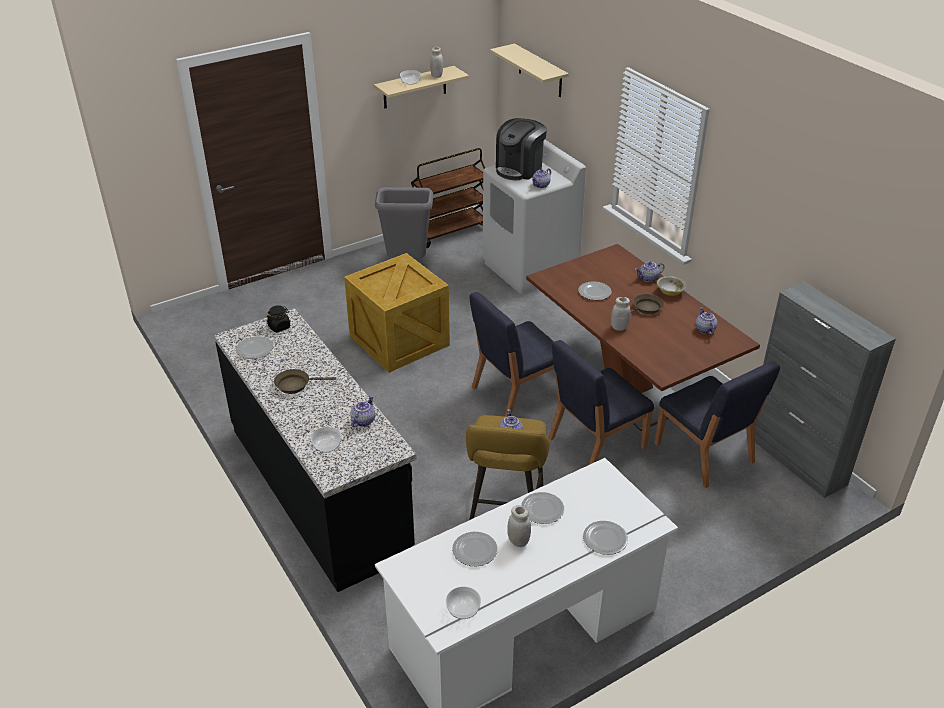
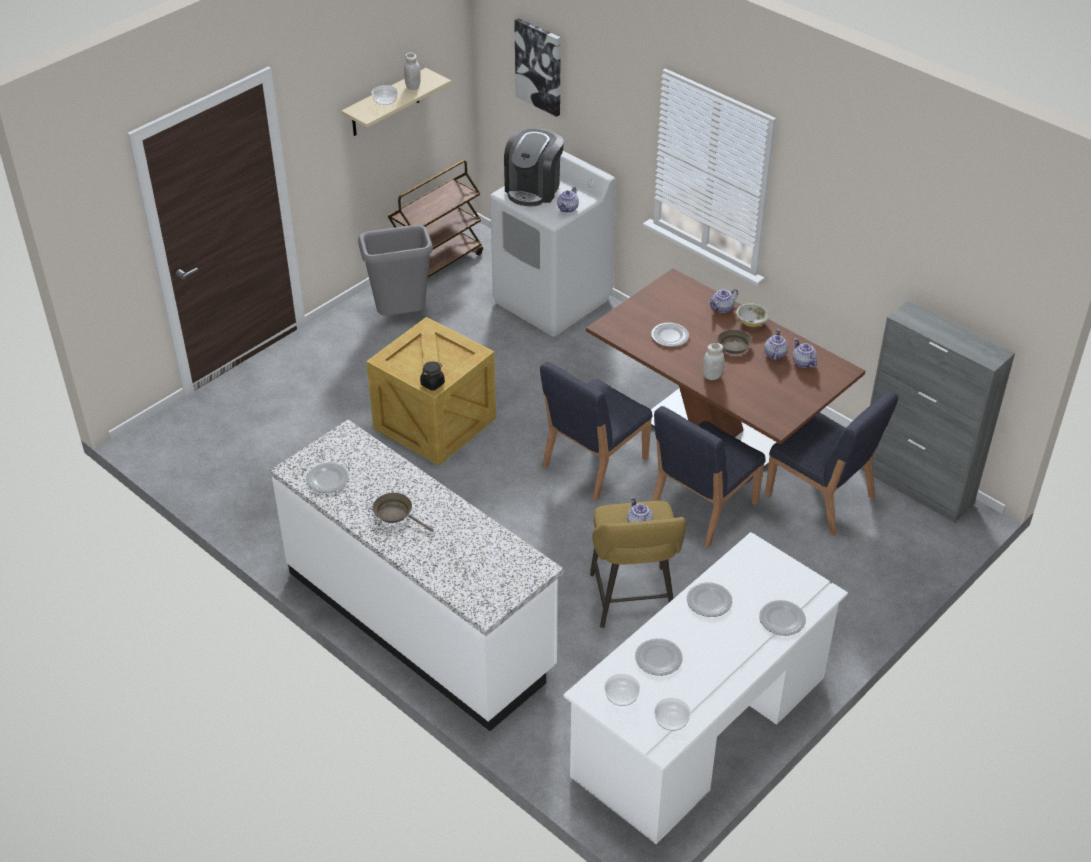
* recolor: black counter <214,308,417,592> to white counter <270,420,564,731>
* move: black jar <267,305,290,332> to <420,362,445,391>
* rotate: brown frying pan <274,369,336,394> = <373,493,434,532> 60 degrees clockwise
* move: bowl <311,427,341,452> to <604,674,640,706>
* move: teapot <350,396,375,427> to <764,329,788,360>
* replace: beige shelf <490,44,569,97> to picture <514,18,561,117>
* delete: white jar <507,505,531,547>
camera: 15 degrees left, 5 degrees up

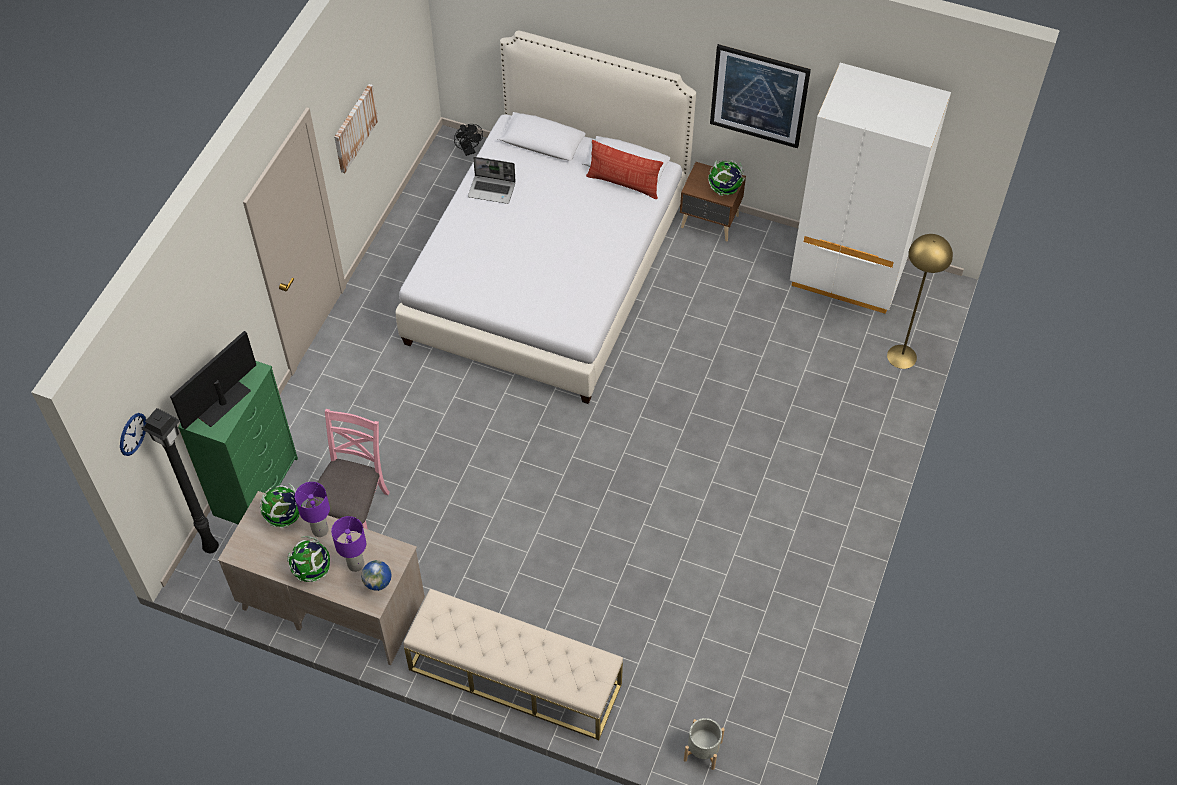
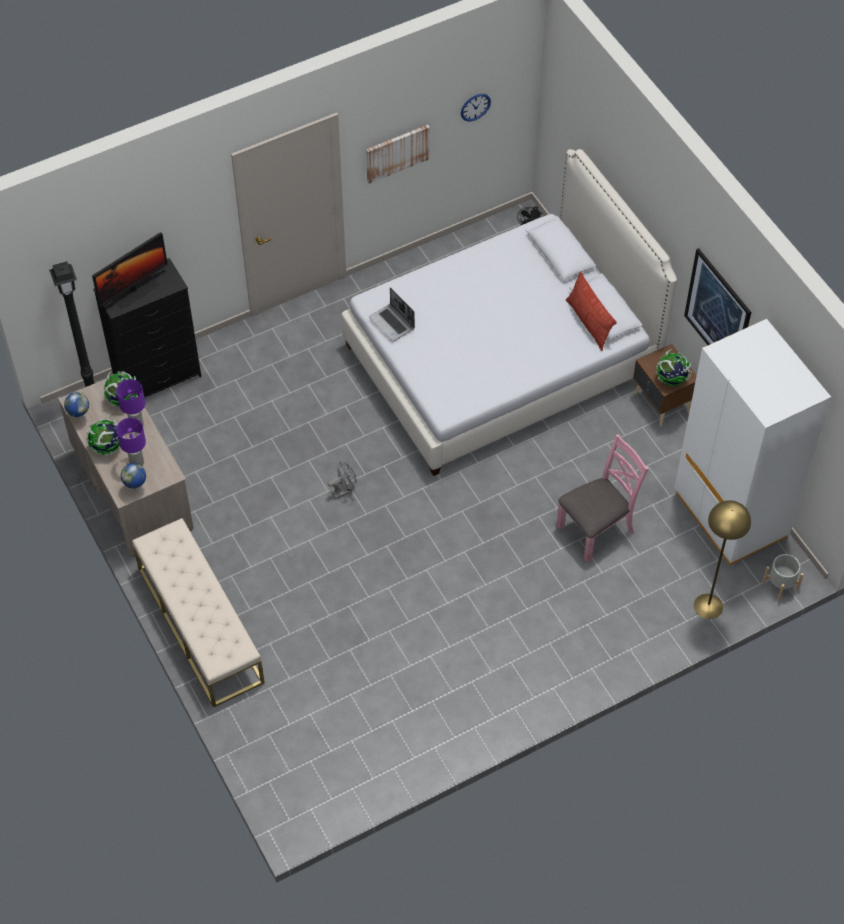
* move: wall clock <120,413,147,456> to <461,94,491,121>
* rotate: monitor <170,331,256,430> = <92,232,168,309> 150 degrees clockwise
* recolor: green dresser <178,361,298,524> to black dresser <93,258,201,398>
* move: pink chair <306,409,390,529> to <556,434,649,562>
* move: laptop <468,157,516,204> to <369,287,415,342>
* move: grey planter <684,718,725,770> to <762,554,804,601>
* insert: globe <64,392,89,420>
* insert: grey fan <328,461,357,499>
camera: 40 degrees right, 0 degrees up

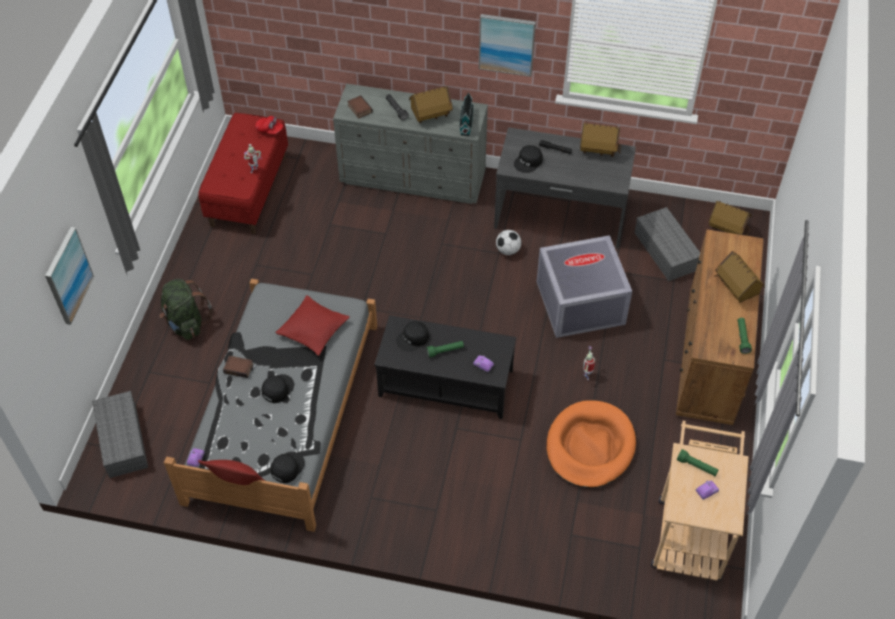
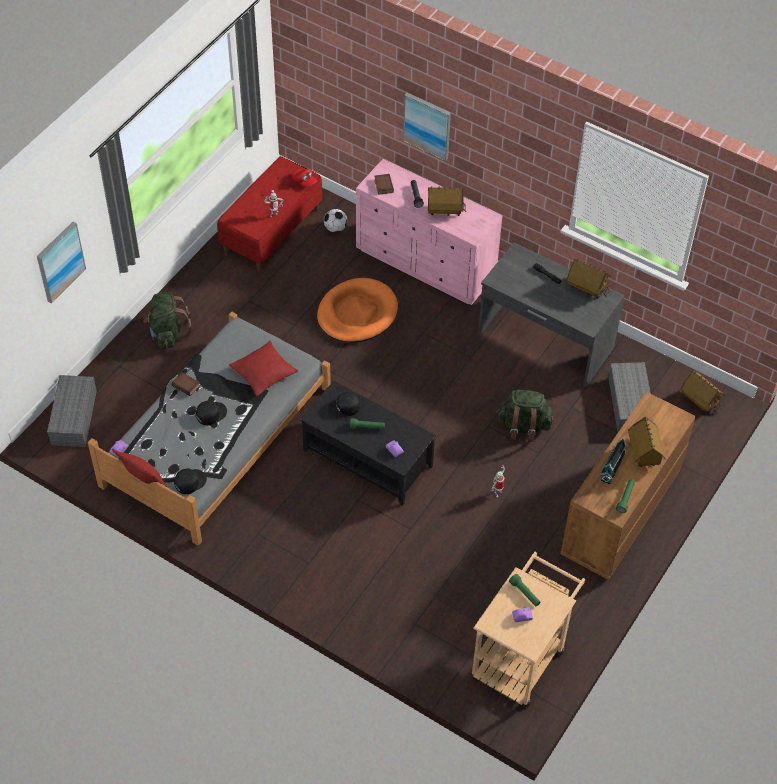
* recolor: grey dresser <333,83,488,204> to pink dresser <356,159,503,305>
* move: toy house <459,92,474,136> to <600,438,626,484>
* move: picture <479,14,536,77> to <403,93,451,161>
* move: football <496,230,521,255> to <324,209,347,233>
* delete: black cap <514,145,543,173>
* replace: grey storage box <537,235,632,338> to green backpack <496,390,553,442>
* move: orange dog bed <546,400,636,488> to <317,278,398,343>
camera: 20 degrees right, 0 degrees up

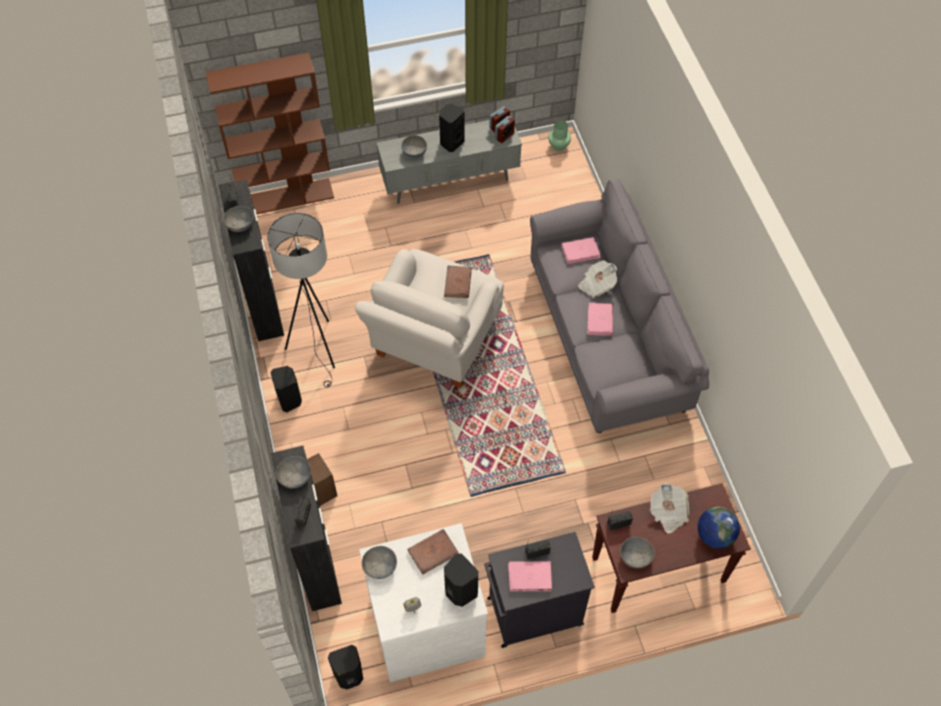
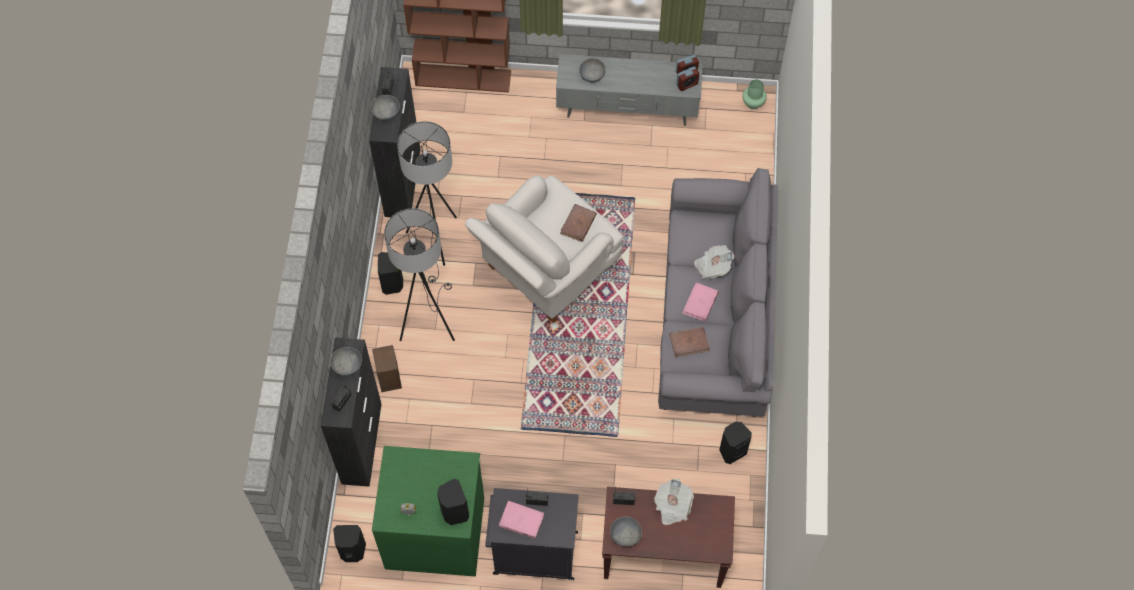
* recolor: white dresser <359,523,488,682> to green dresser <372,446,484,576>
* delete: grey bowl <362,546,397,579>
* move: brown book <407,529,459,575> to <669,327,710,357>
* move: black speaker <439,104,465,152> to <719,422,752,464>
* delete: pink book <561,237,601,264>
* delete: globe <697,507,740,549>
* insert: grey floor lamp <384,208,455,341>
camera: 20 degrees right, 5 degrees up

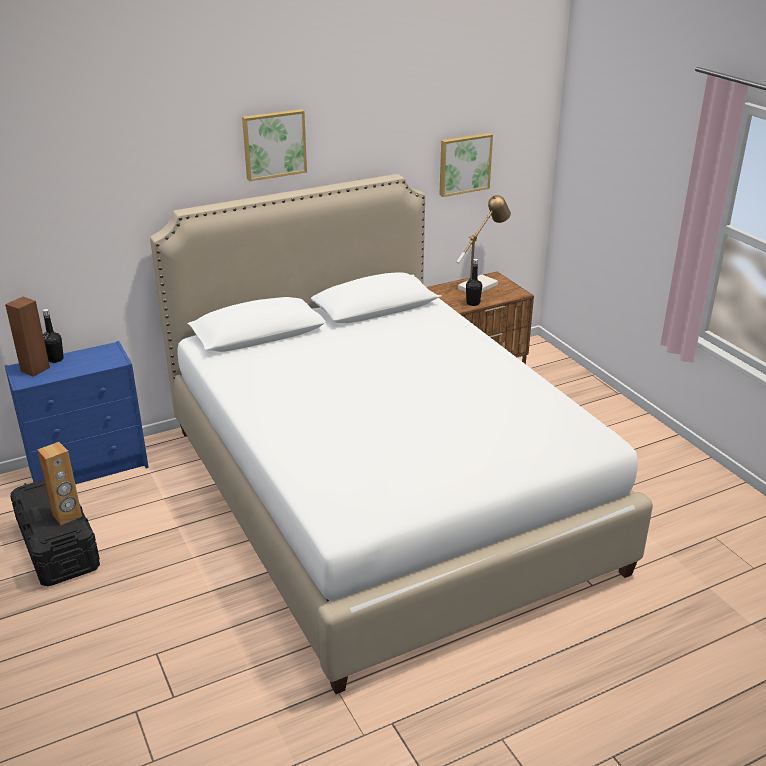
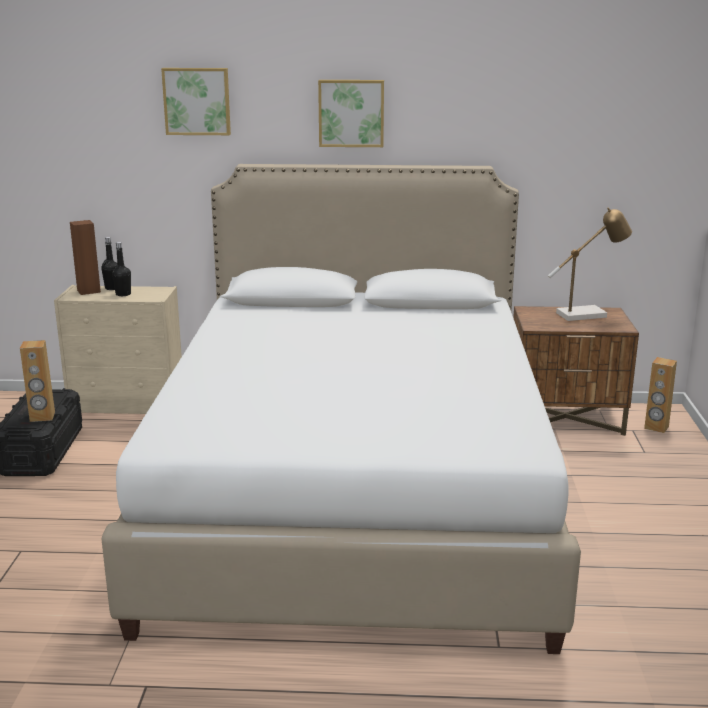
* recolor: blue dresser <5,341,149,484> to beige dresser <54,285,182,414>
* move: picture <439,133,493,197> to <161,68,231,135>
* move: black bottle <466,259,482,306> to <112,242,131,296>
* insert: brown speaker <644,357,677,433>
camera: 30 degrees right, 10 degrees down

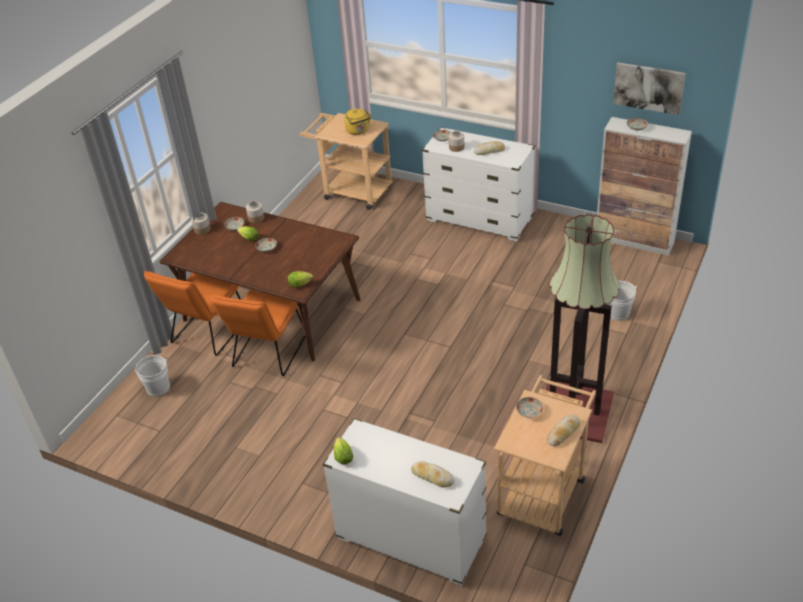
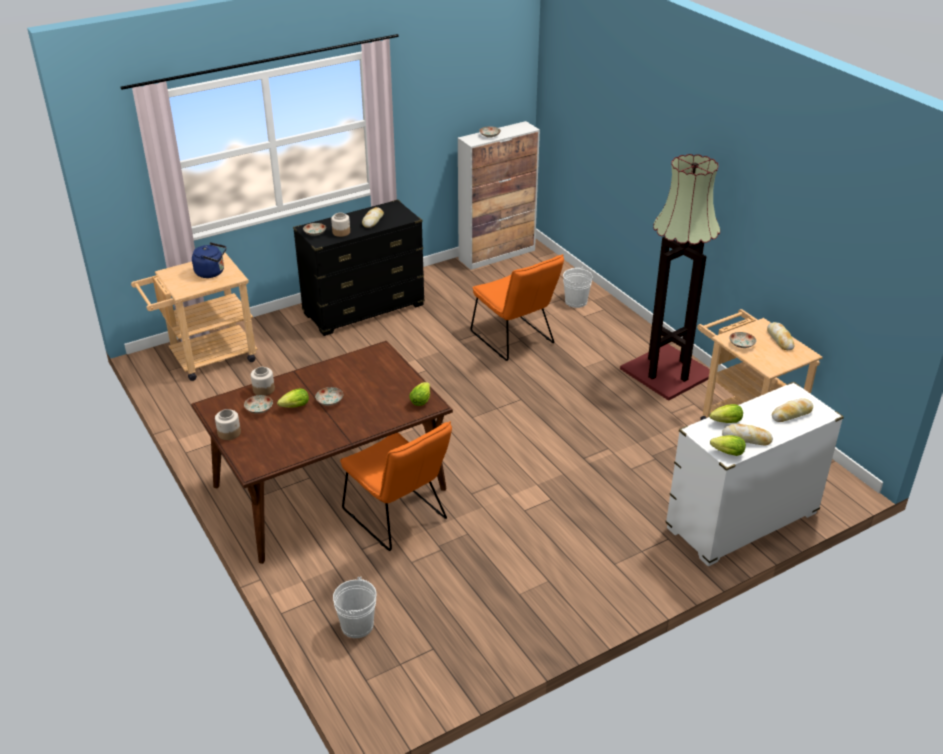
* move: orange chair <144,271,240,356> to <471,254,564,361>
* recolor: yellow kettle <344,109,372,135> to blue kettle <192,242,226,278>
* recolor: white dresser <422,127,535,242> to black dresser <293,200,425,336>
* delete: picture <613,62,686,115>
* insert: lettuce <710,404,743,423>
* insert: bread <722,424,773,446>
camera: 60 degrees left, 5 degrees down

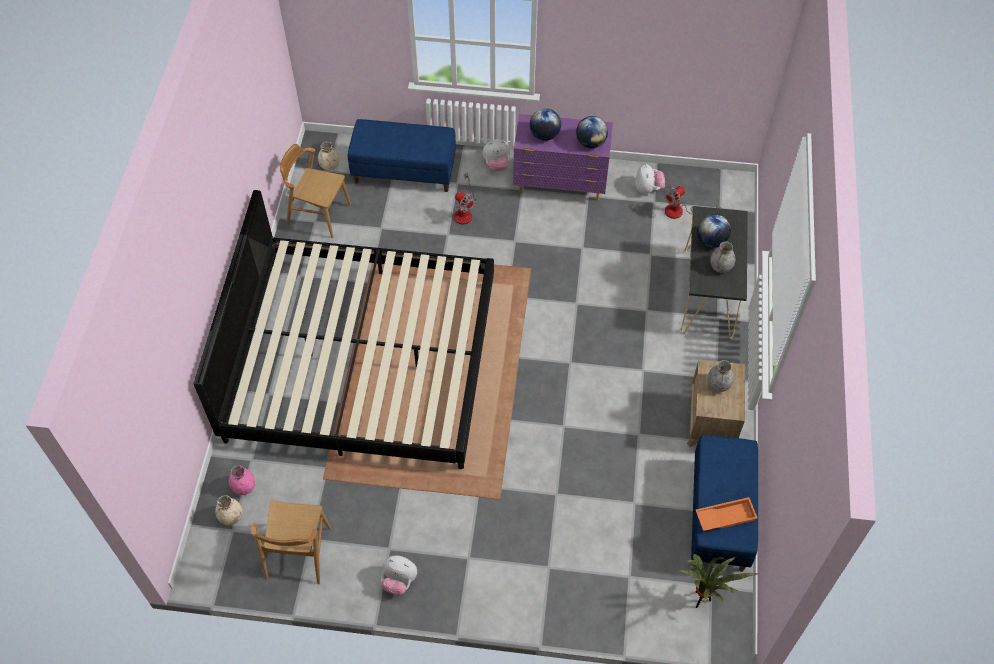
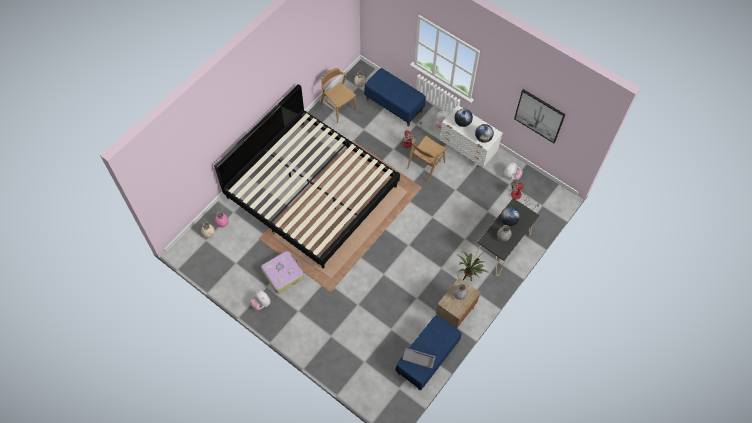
* move: brown chair <251,500,331,585> to <407,136,446,182>
* recolor: purple dresser <513,114,613,200> to white dresser <440,105,502,169>
* move: potted plant <679,554,758,608> to <457,251,489,281>
* recolor: orange tray <696,497,757,531> to grey tray <402,348,436,369>
* insert: suitcase <261,251,304,294>
* insert: picture <514,89,566,143>
camera: 30 degrees right, 5 degrees up

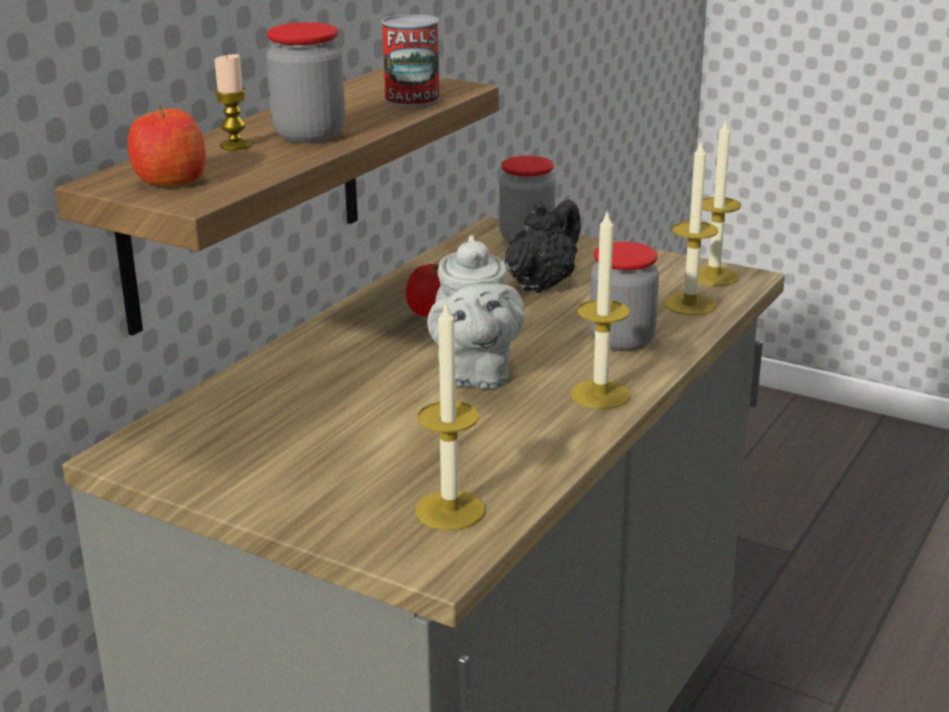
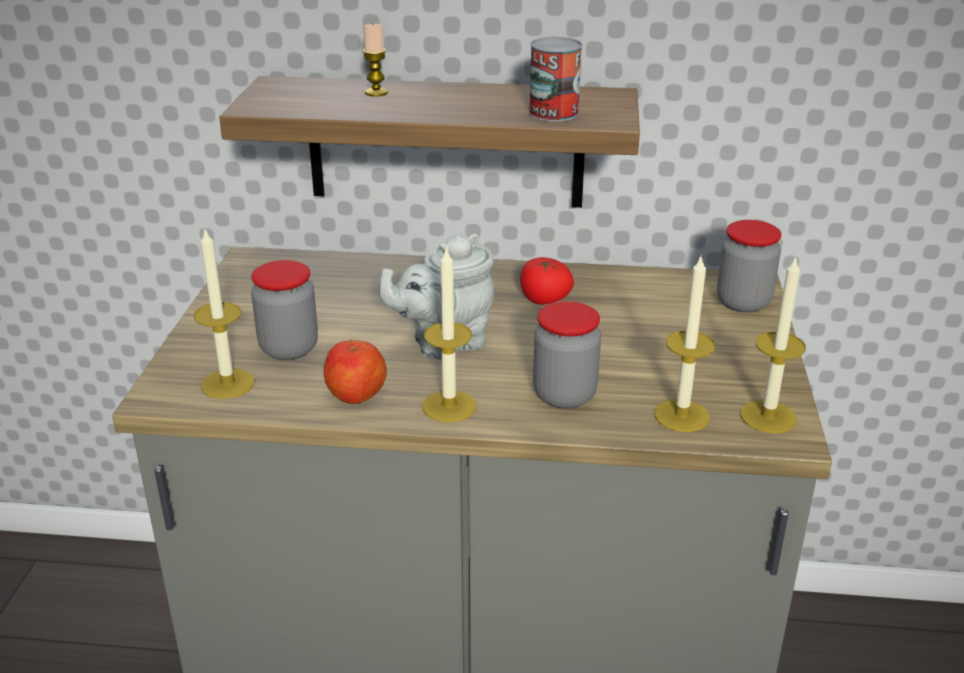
* move: apple <127,104,206,186> to <324,340,387,404>
* move: jar <266,22,345,143> to <251,260,318,360>
* delete: black teapot <504,199,581,293>
camera: 65 degrees right, 5 degrees up

